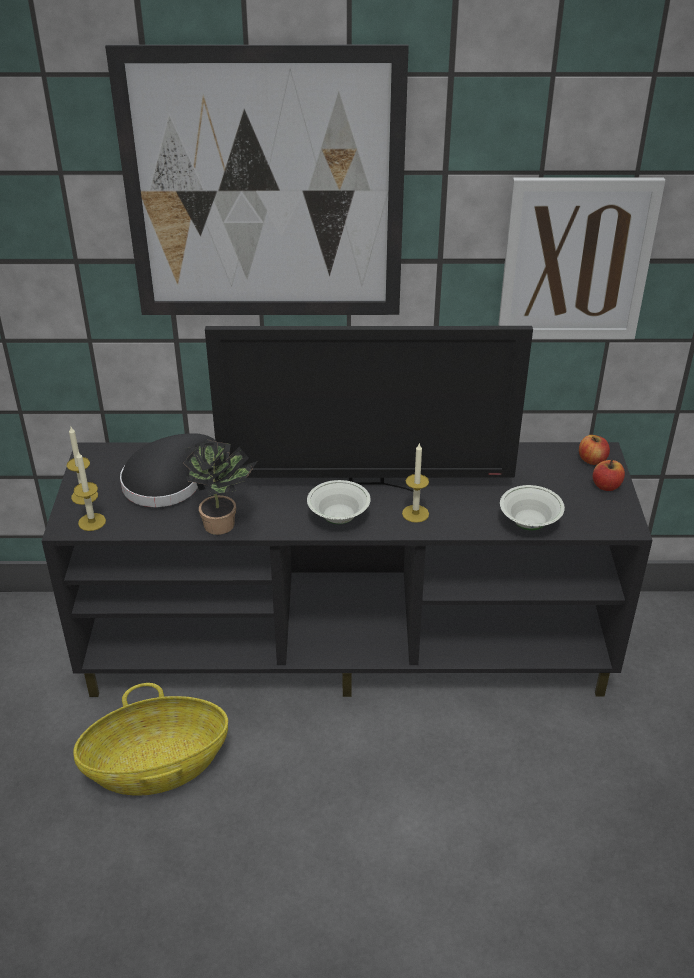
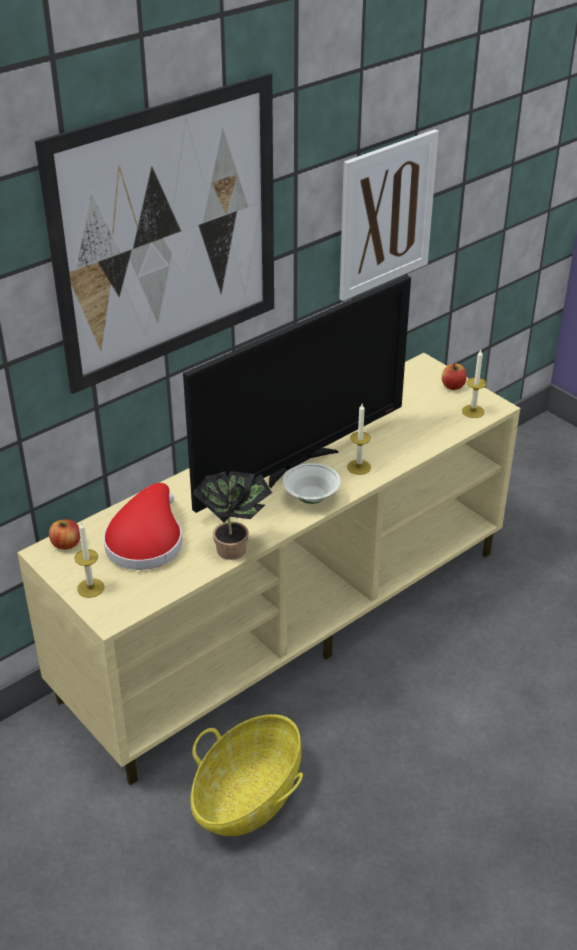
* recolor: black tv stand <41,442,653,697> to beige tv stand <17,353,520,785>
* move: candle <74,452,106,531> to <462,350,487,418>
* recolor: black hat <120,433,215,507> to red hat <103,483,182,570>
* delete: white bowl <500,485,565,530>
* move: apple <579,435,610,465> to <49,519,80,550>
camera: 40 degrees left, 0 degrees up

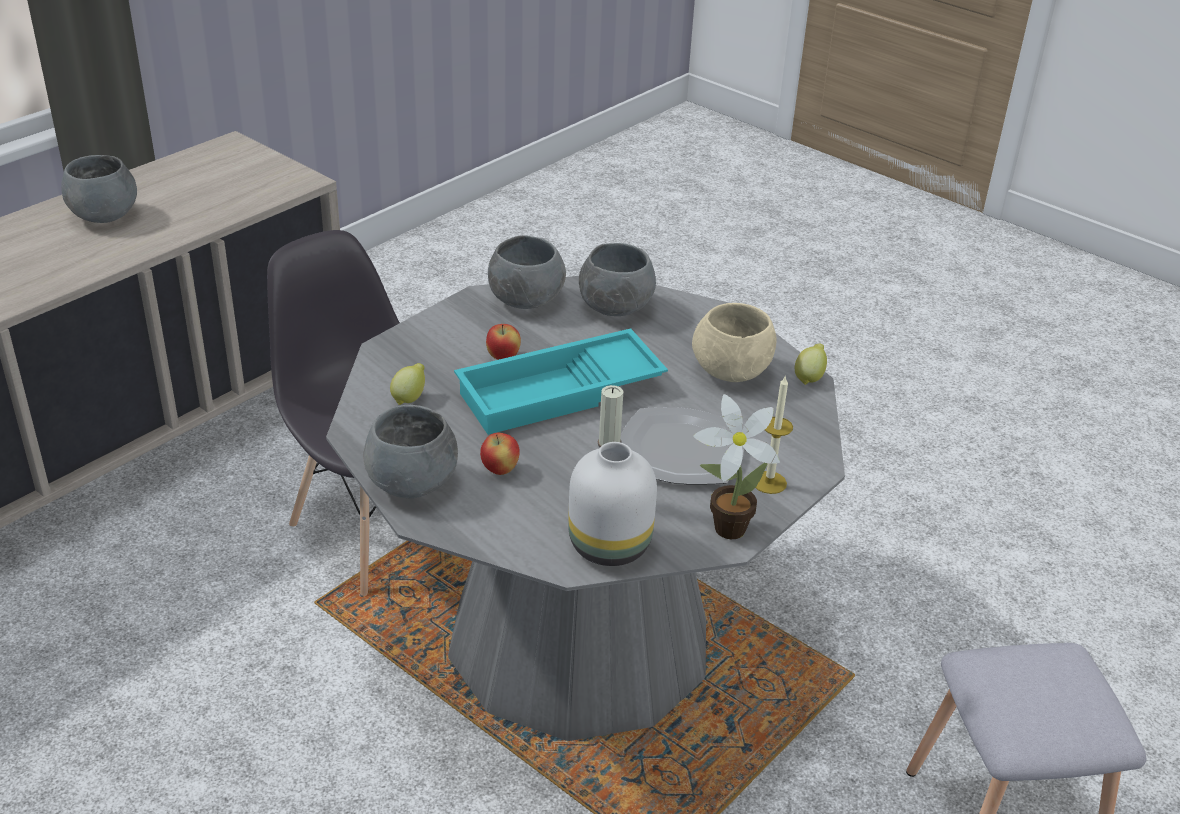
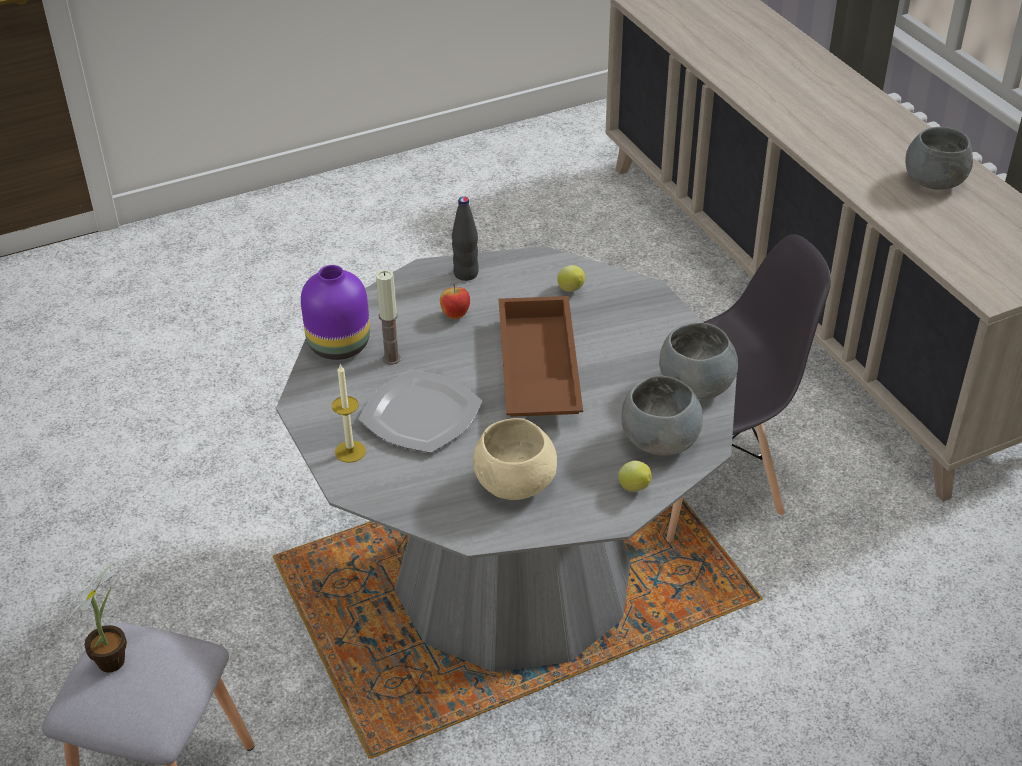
* replace: grey bowl <364,405,458,498> to black bottle <452,197,479,281>
* recolor: turquoise tray <454,328,668,435> to brown tray <499,296,583,417>
* delete: apple <486,324,521,360>
* recolor: white vase <568,442,657,566> to purple vase <301,265,370,360>
* move: potted plant <694,394,780,539> to <64,564,127,673>
* move: lemon <795,344,827,385> to <618,461,652,492>
camera: 115 degrees right, 5 degrees up

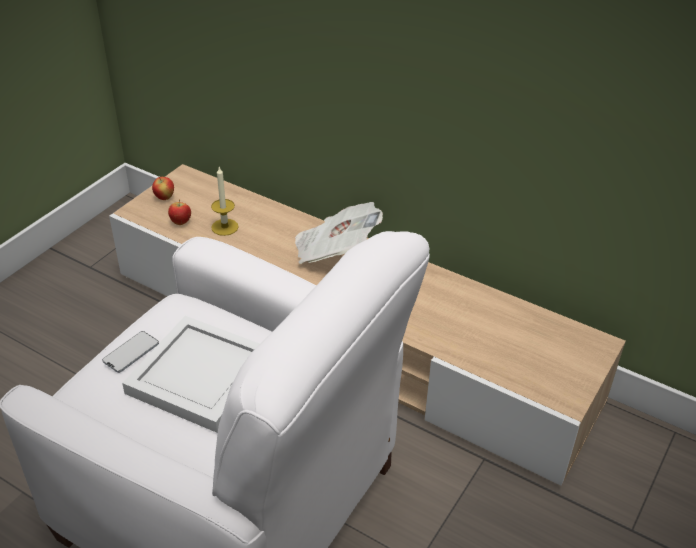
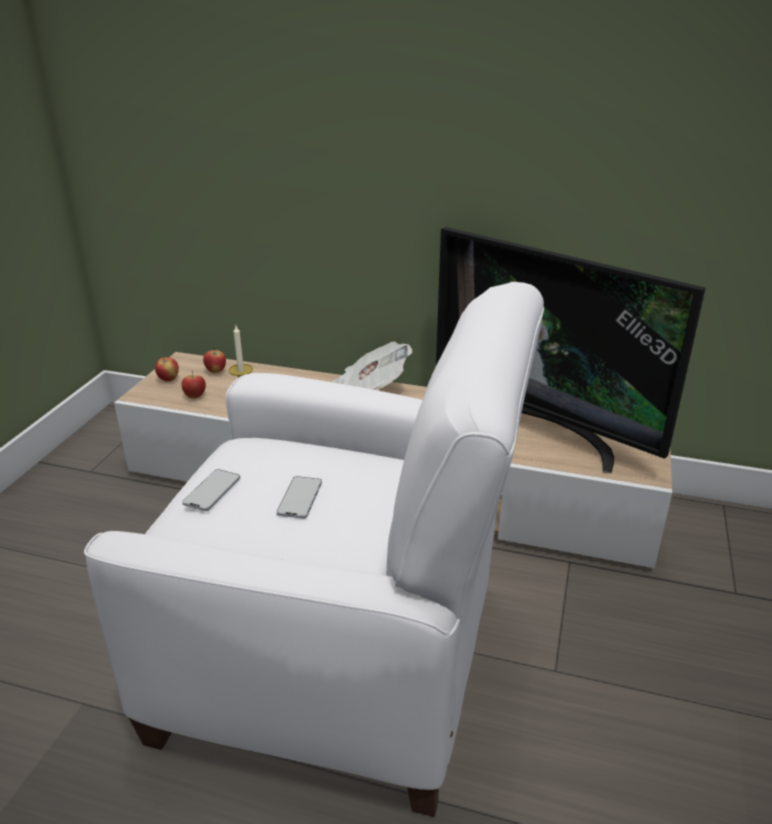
* replace: white tray <122,316,260,433> to phone <277,476,322,519>
* insert: apple <203,348,226,373>
* insert: television <436,227,705,473>
camera: 15 degrees left, 10 degrees down

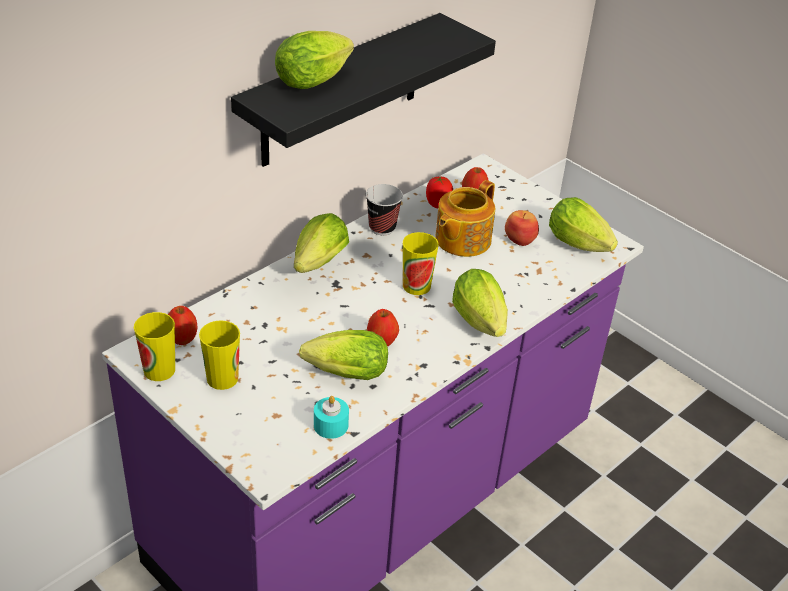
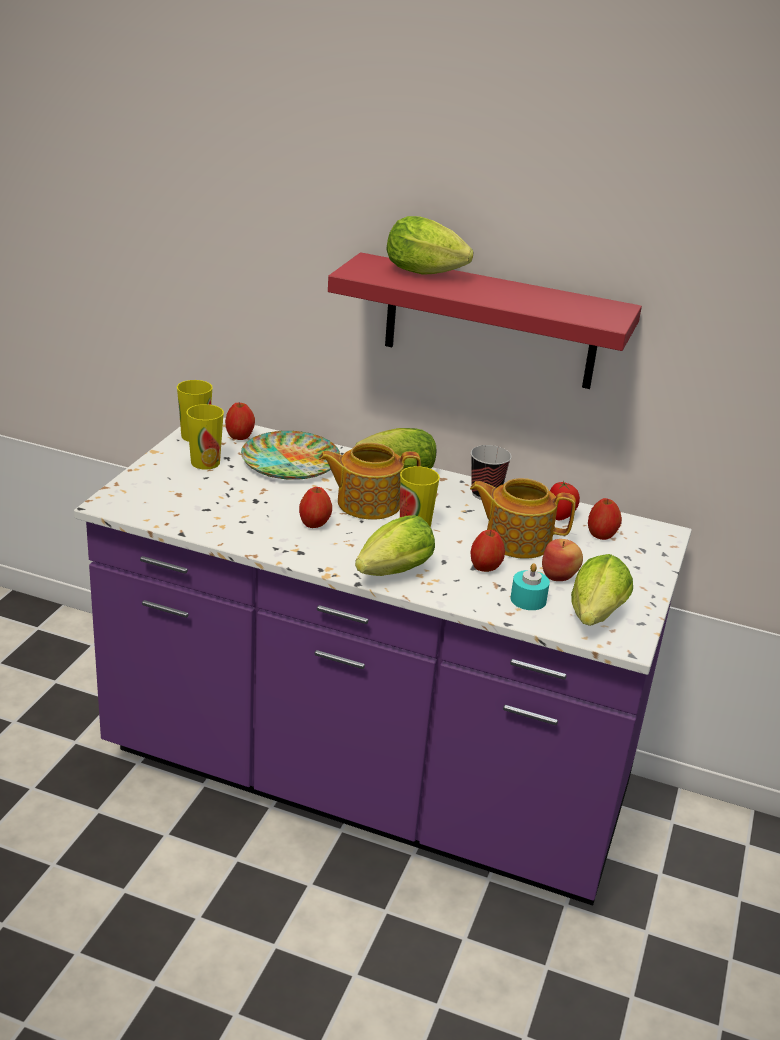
* recolor: black shelf <231,13,496,167> to red shelf <328,252,642,389>
* delete: lettuce <299,330,388,380>
* move: turquoise candle <314,396,349,439> to <511,563,550,610>
* insert: plate <241,431,340,480>
* insert: teapot <318,443,421,520>
* insert: apple <470,530,505,572>
camera: 65 degrees right, 10 degrees down

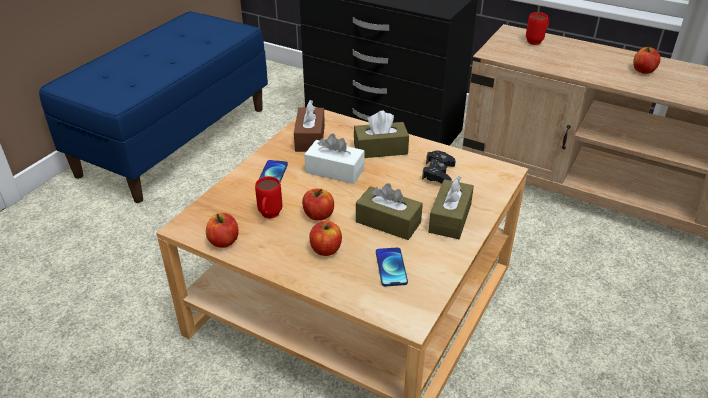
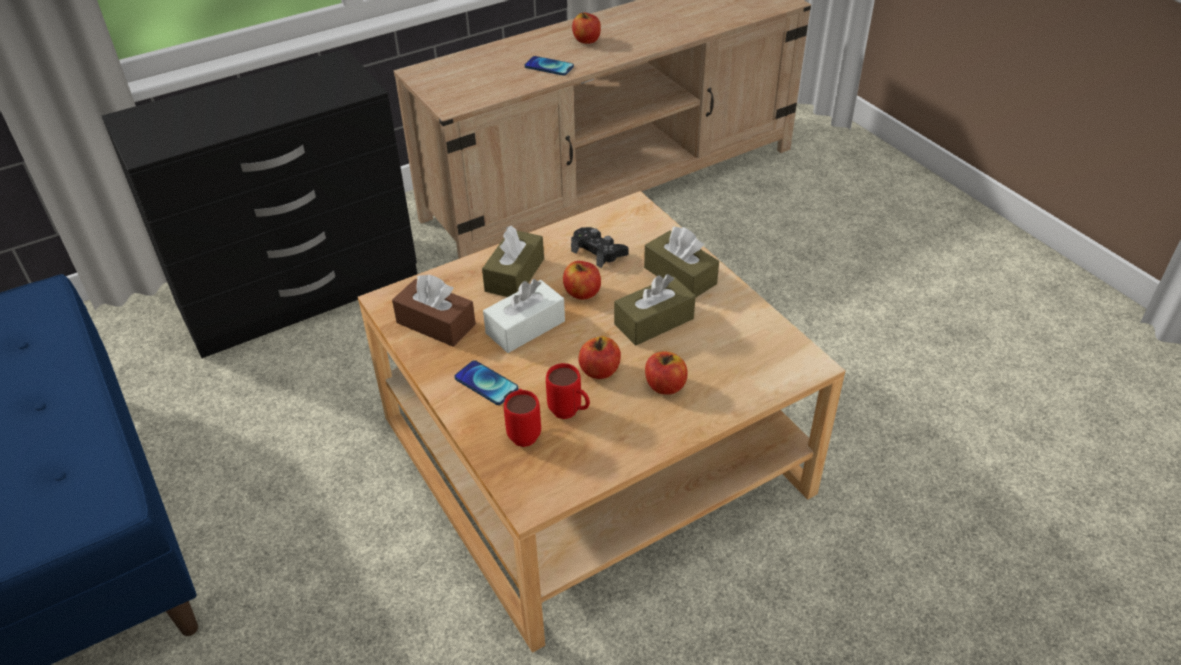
* move: apple <206,213,239,248> to <563,261,601,300>
* move: phone <376,247,408,287> to <525,56,574,76>
* move: red mug <526,12,549,45> to <504,389,541,447>
camera: 60 degrees left, 5 degrees up

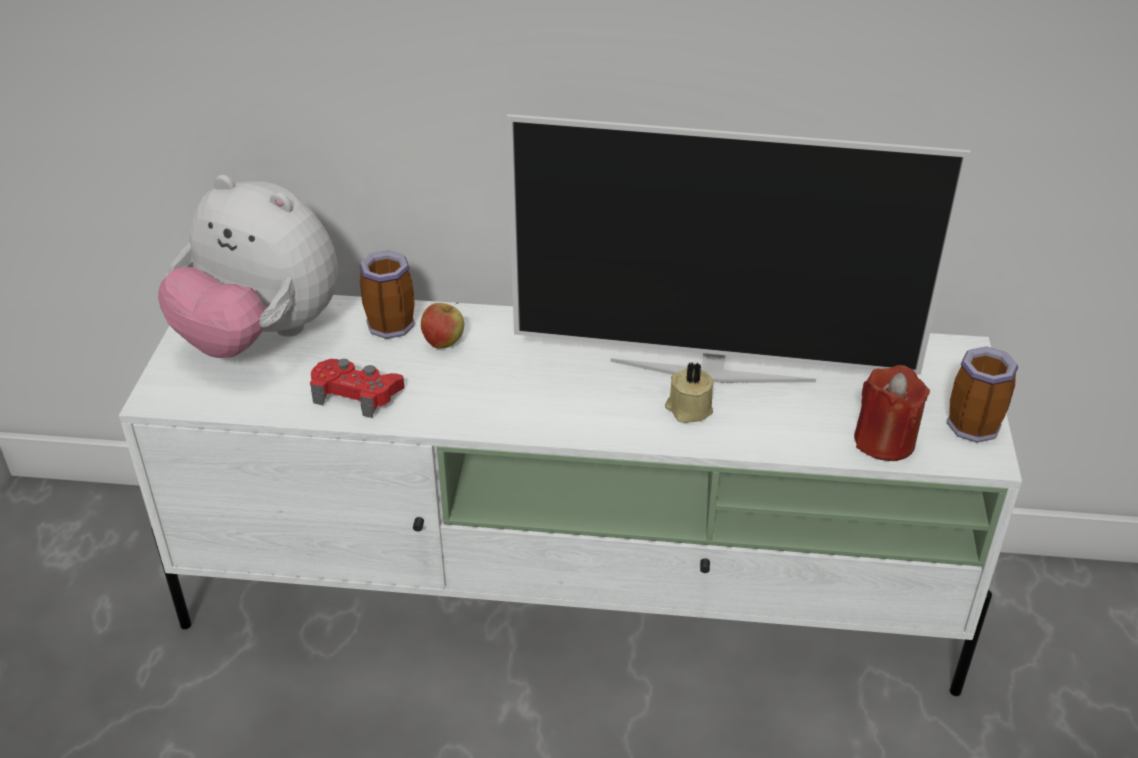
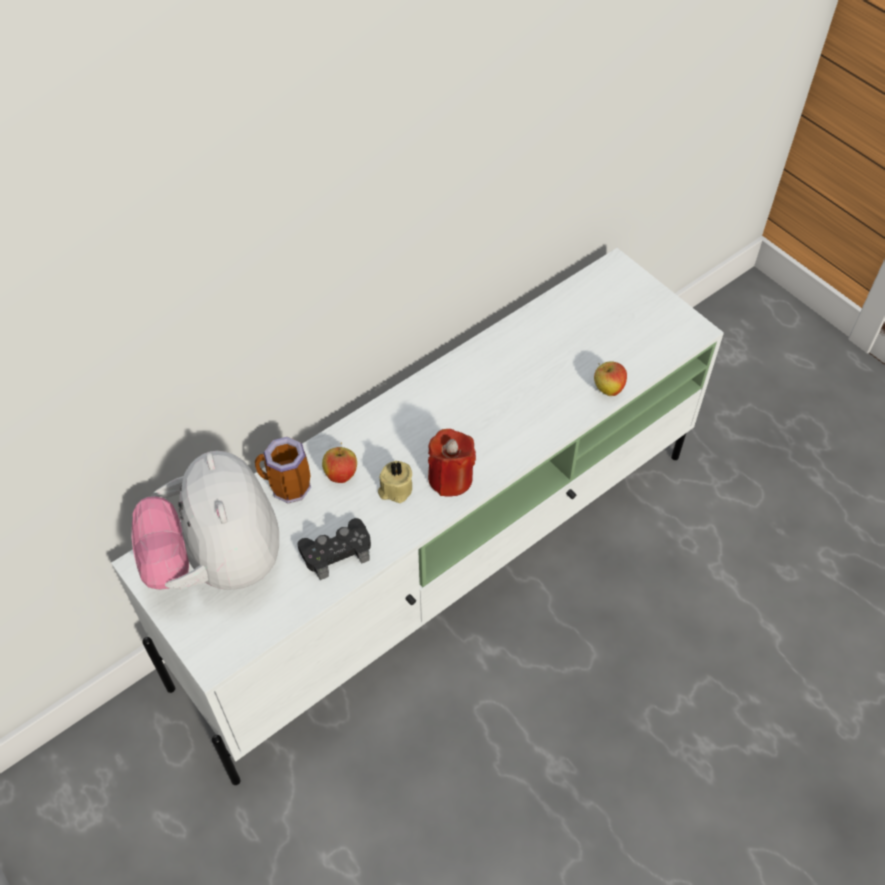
* rotate: plush toy <158,175,338,358> = <131,451,279,590> 90 degrees clockwise
* recolor: red game controller <310,359,404,418> to black game controller <298,518,371,580>
* delete: television <507,114,971,383>
* move: beige candle <665,362,714,423> to <378,461,412,503>
* move: red candle <854,365,930,461> to <428,429,476,497>
* delete: mug <947,346,1018,443>
* insert: apple <594,361,627,396>
camera: 45 degrees left, 15 degrees up

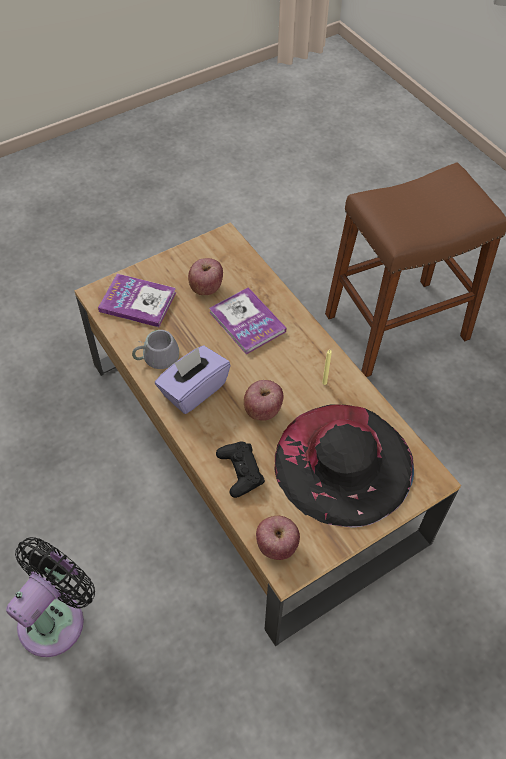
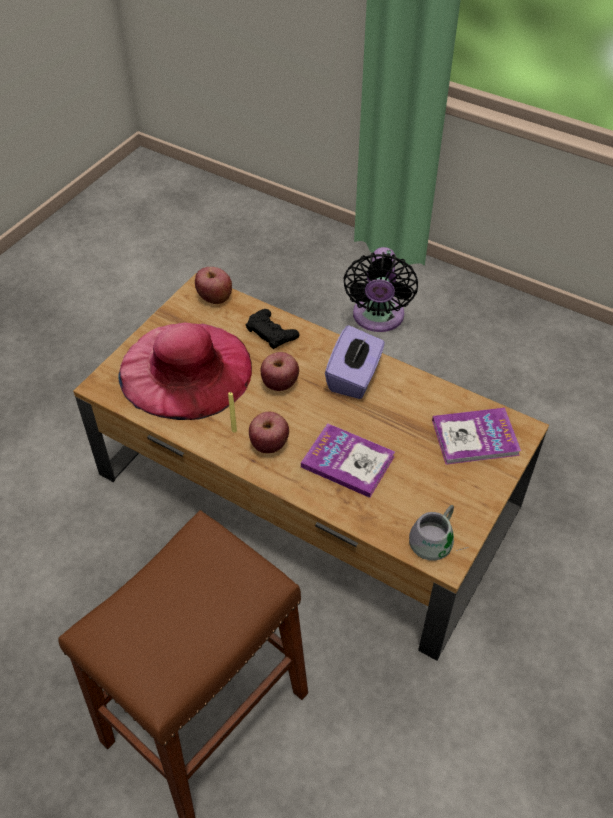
* move: grey mug <132,330,179,369> to <409,505,468,561>
* move: apple <188,258,223,295> to <249,412,289,453>
* recolor: black hat <275,404,414,527> to pink hat <118,323,252,420>
camera: 155 degrees right, 5 degrees down

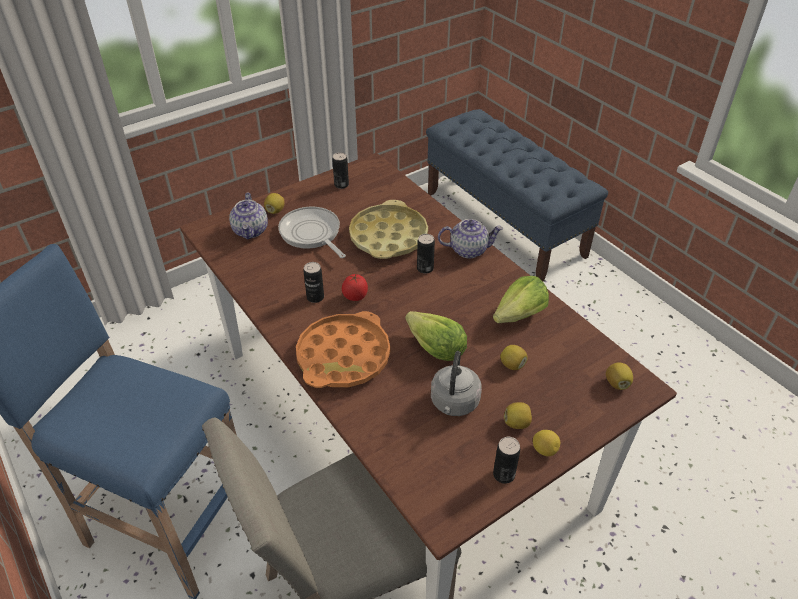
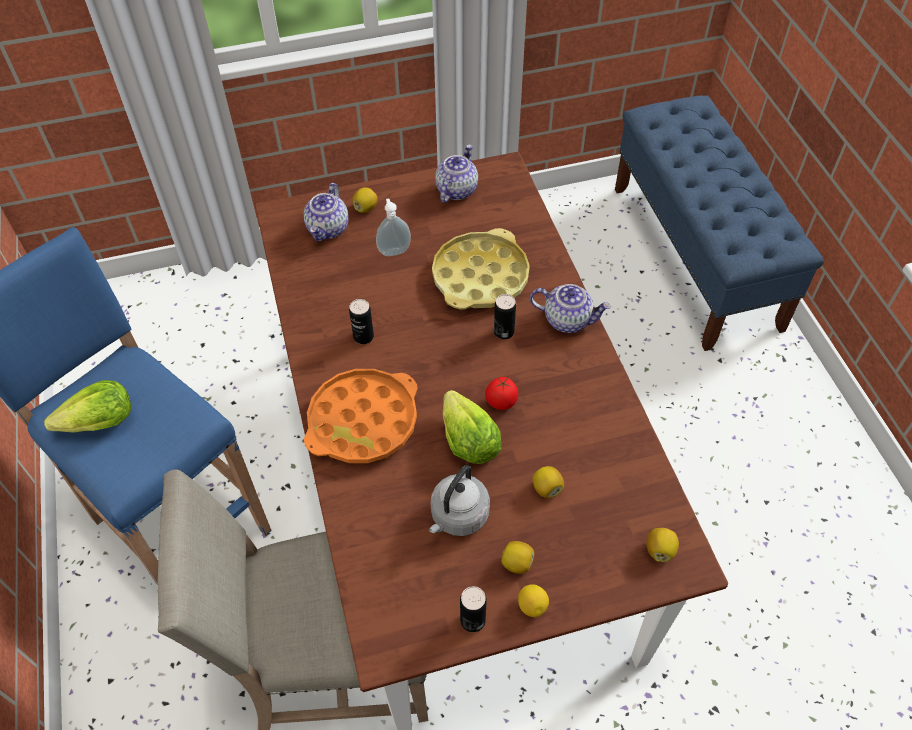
* replace: frying pan <278,206,346,258> to soap dispenser <376,198,411,256>
* replace: can <332,152,349,189> to teapot <435,145,478,203>
* move: tomato <342,273,368,301> to <485,377,518,410>
* move: lettuce <493,276,549,323> to <44,380,131,433>
camera: 20 degrees right, 10 degrees up

